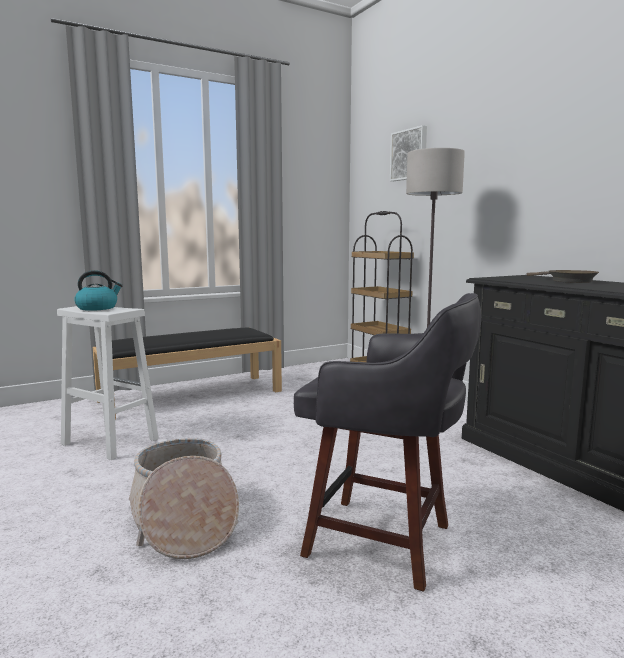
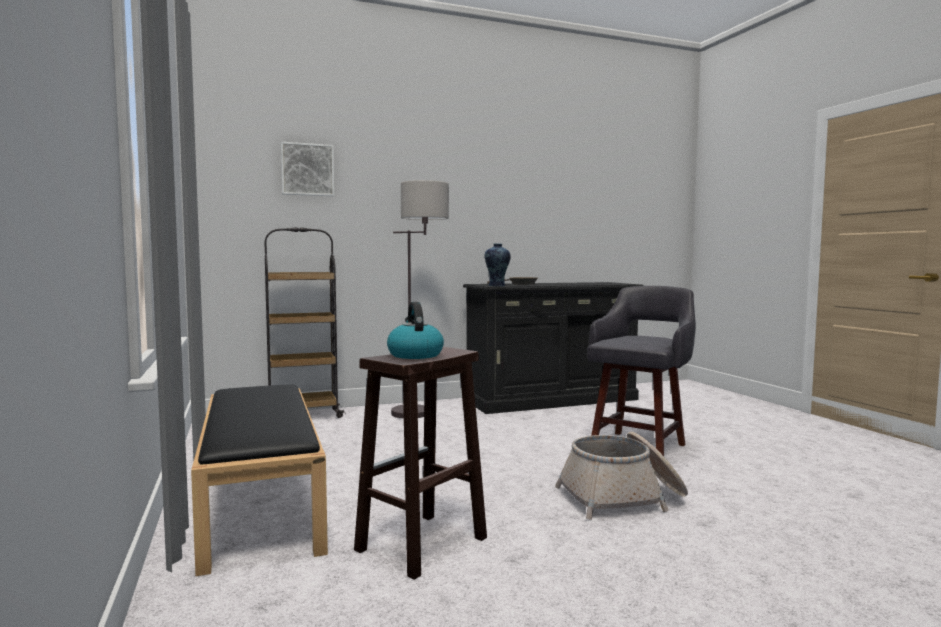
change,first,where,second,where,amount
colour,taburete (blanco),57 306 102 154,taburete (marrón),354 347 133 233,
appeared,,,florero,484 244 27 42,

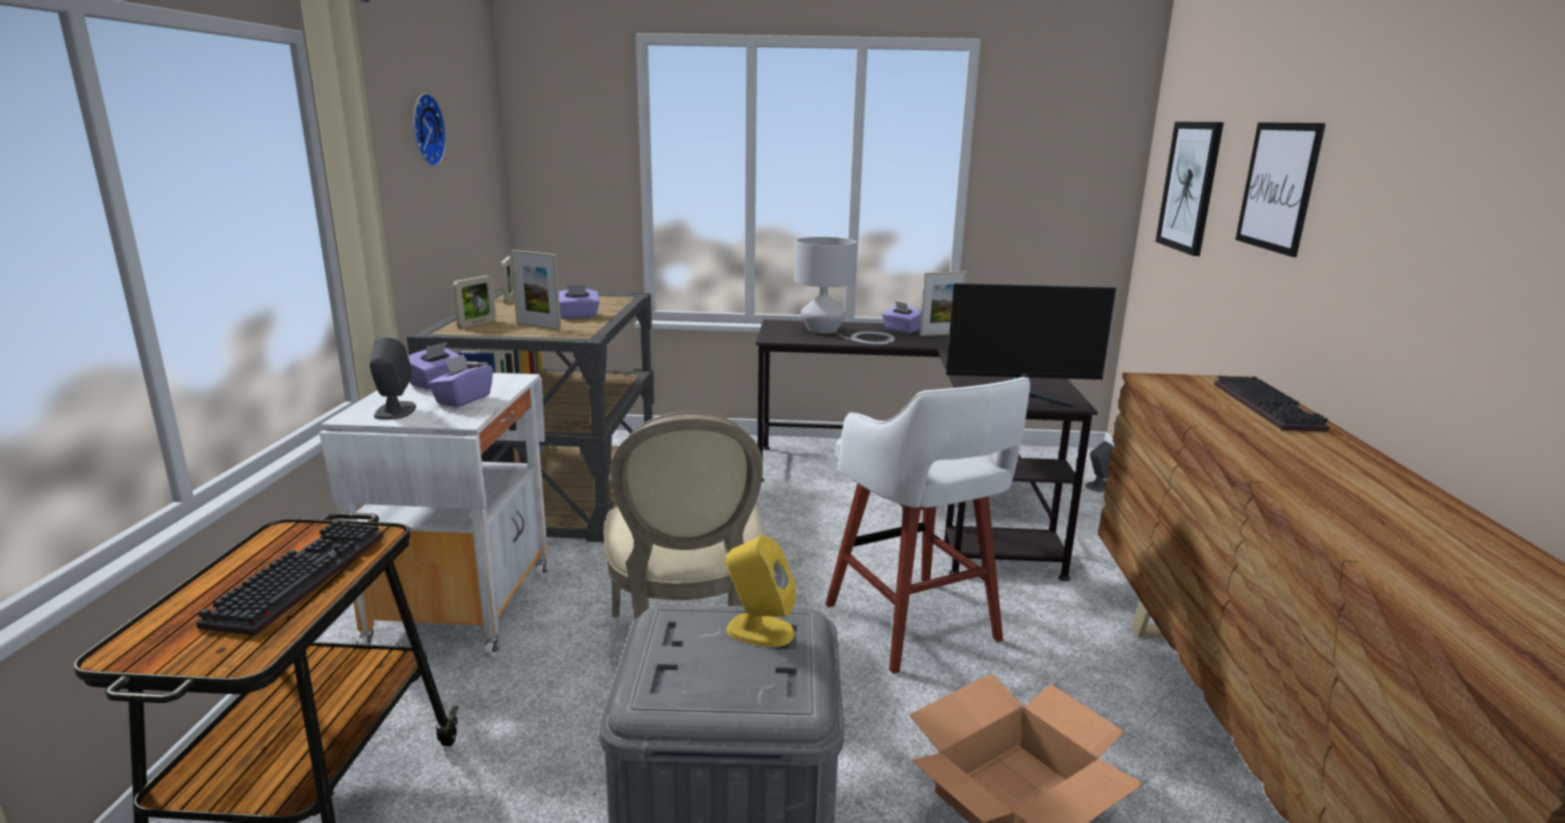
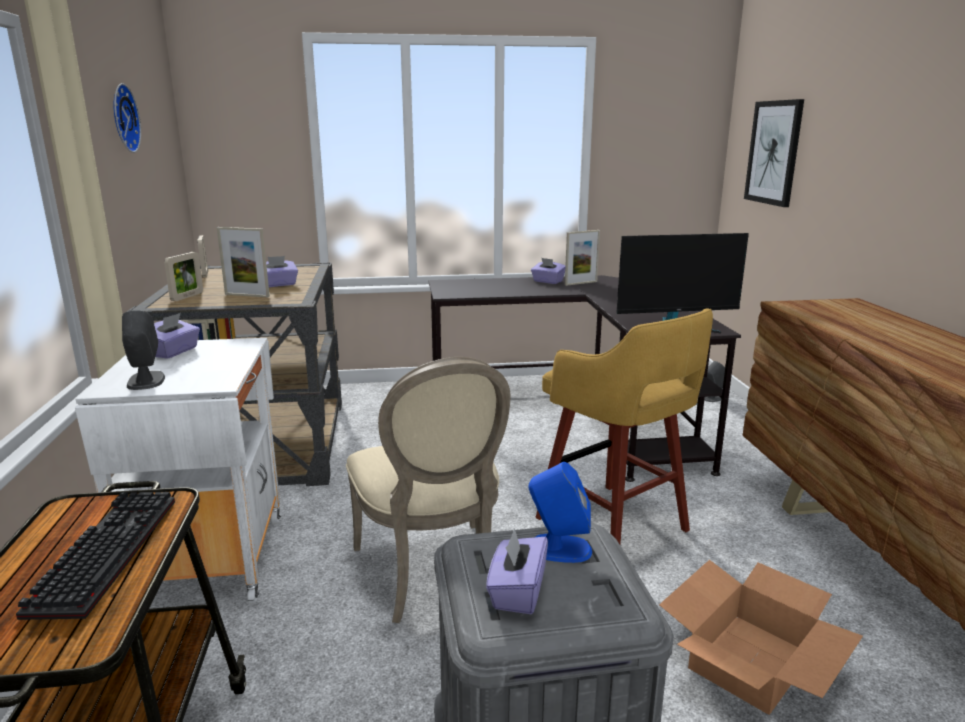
change,first,where,second,where,amount
relocated,caja de pañuelos (morado),428 354 65 53,,486 528 62 86,
colour,altavoz (amarillo),725 535 71 112,altavoz (azul),529 462 63 101,
missing,lámpara de mesa (gris),794 237 101 108,,,
colour,taburete (blanco),826 377 204 297,taburete (amarillo),536 308 177 236,
missing,teclado,1214 376 116 56,,,
missing,cuadro,1235 122 91 135,,,

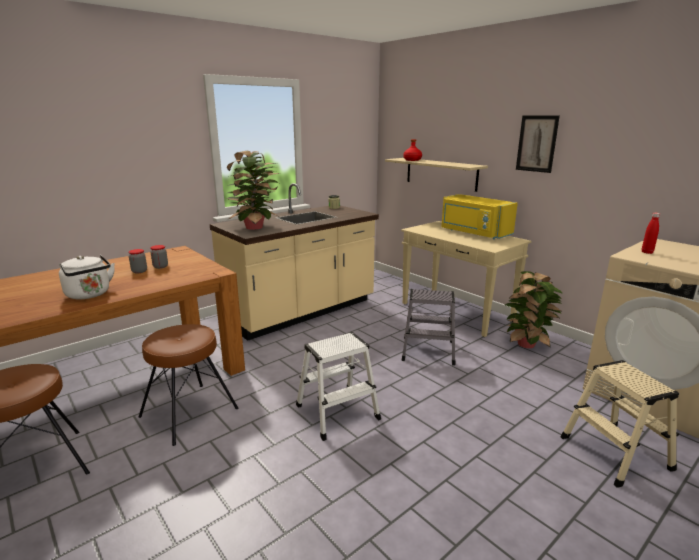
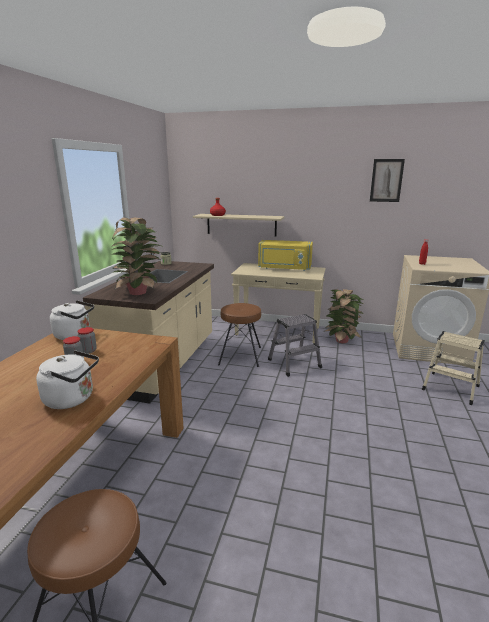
change,first,where,second,where,amount
relocated,taburete (marrón),139 324 99 122,,218 303 43 64,
missing,escalera de tijera (blanco),296 332 85 109,,,
relocated,cuadro,516 115 44 58,,370 159 35 43,
appeared,,,hervidor (blanco),50 300 44 40,

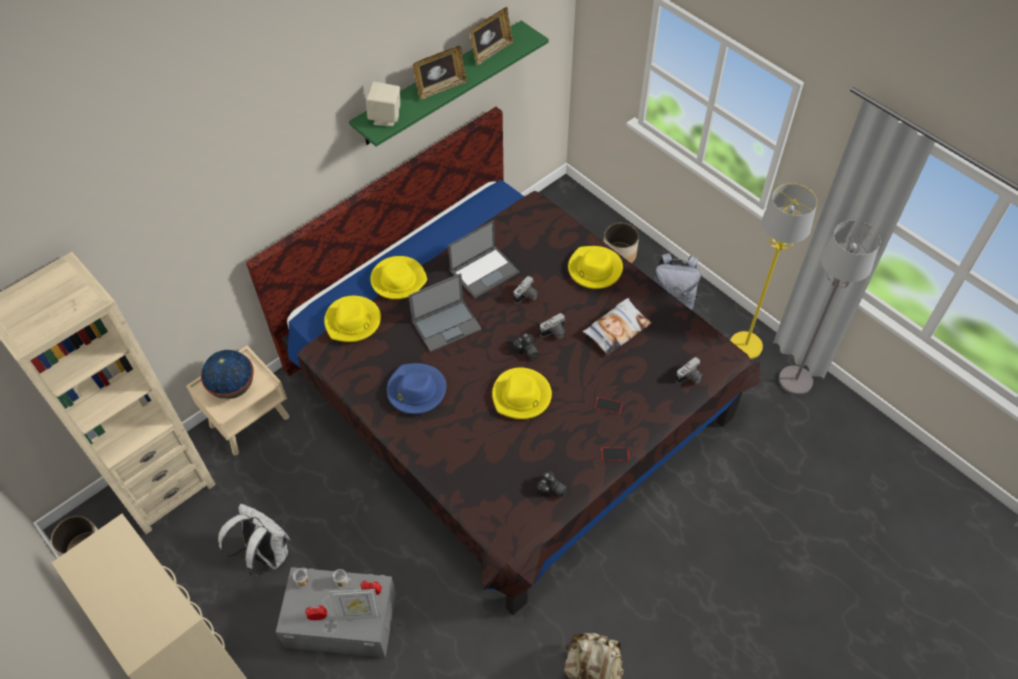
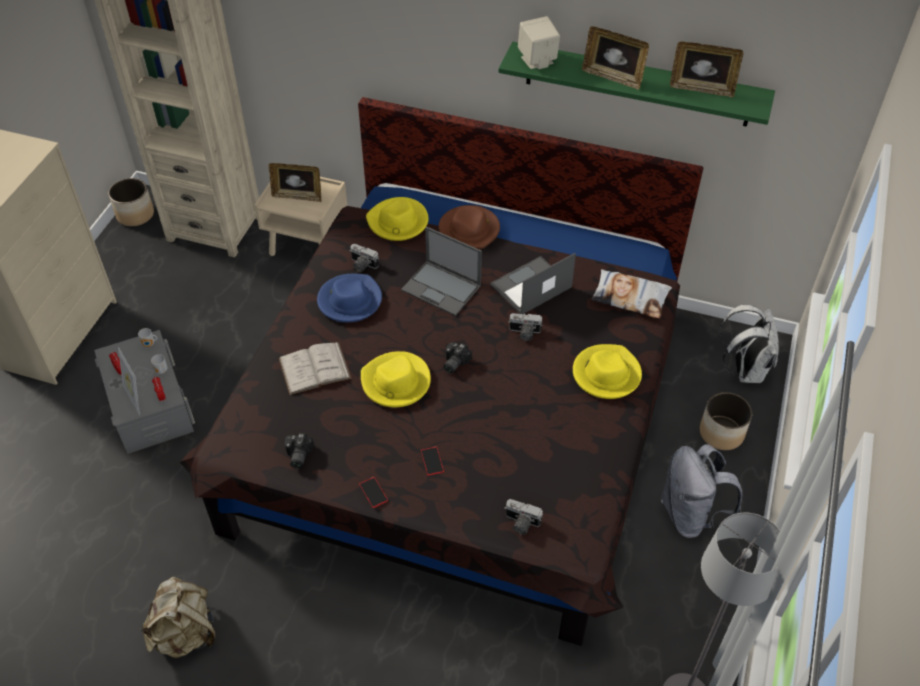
change,first,where,second,where,amount
exchanged,globo terráqueo,201 350 53 49,portarretratos,269 163 52 39,
relocated,mochila (blanco),218 504 73 72,,719 304 60 79,
colour,sombrero (amarillo),370 256 57 43,sombrero (marrón),439 205 61 44,
spun,portátil,448 220 71 78,,491 253 85 61,120 degrees clockwise
relocated,cámara,540 313 26 26,,349 244 30 28,
relocated,cojín,583 298 69 57,,591 269 81 49,
missing,lámpara de pie (amarillo),730 183 87 177,,,
appeared,,,libro (blanco),279 342 73 53,

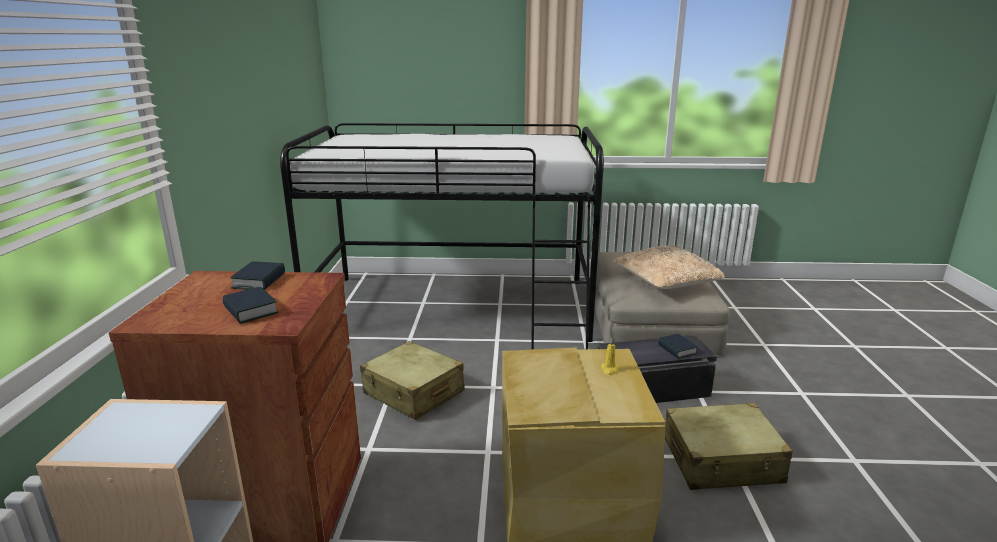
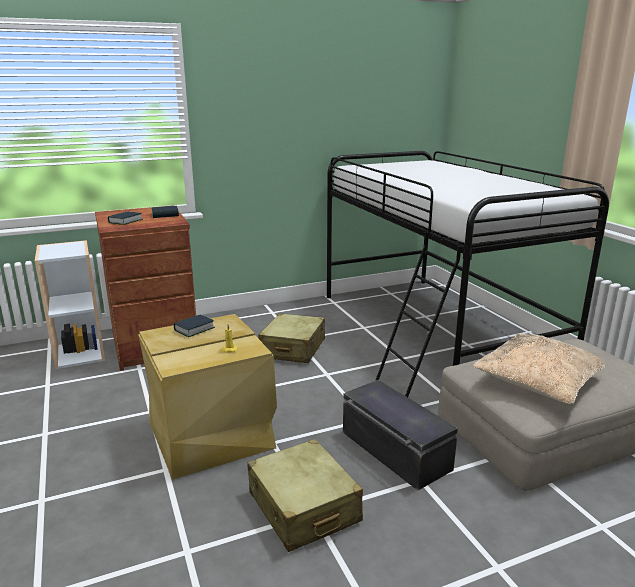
change,first,where,second,where,amount
relocated,libro,658 334 40 25,,174 315 41 22,

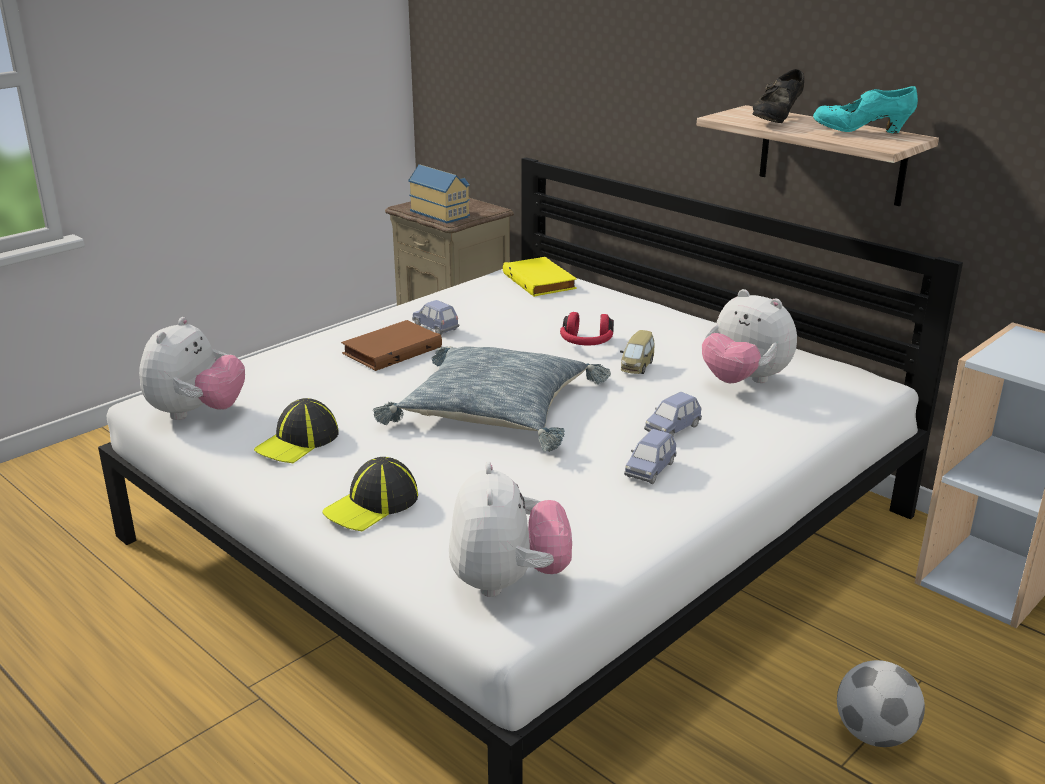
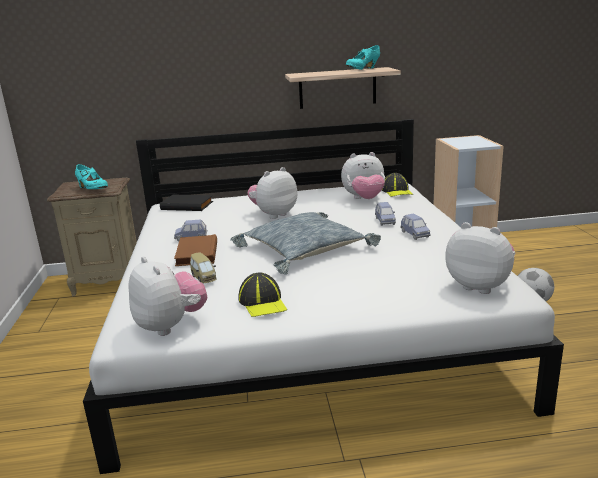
change,first,where,second,where,amount
relocated,gorra,323 457 95 74,,381 173 33 24,
exchanged,casita,408 164 62 59,zapato (turquesa),75 164 33 25,
colour,libro (amarillo),503 257 74 40,libro (negro),160 194 53 17,
exchanged,auriculares (rojo),560 312 54 34,peluche,247 167 51 52,
relocated,coche de juguete,620 330 34 44,,190 252 27 31,
missing,zapato (negro),753 69 51 54,,,

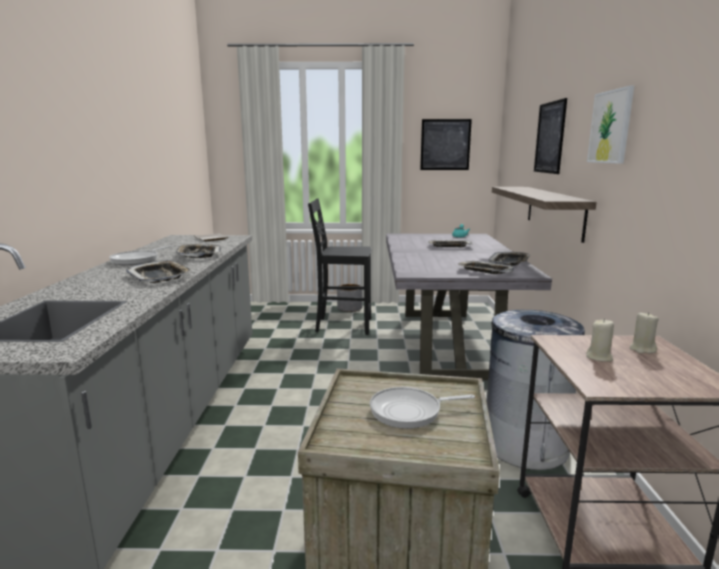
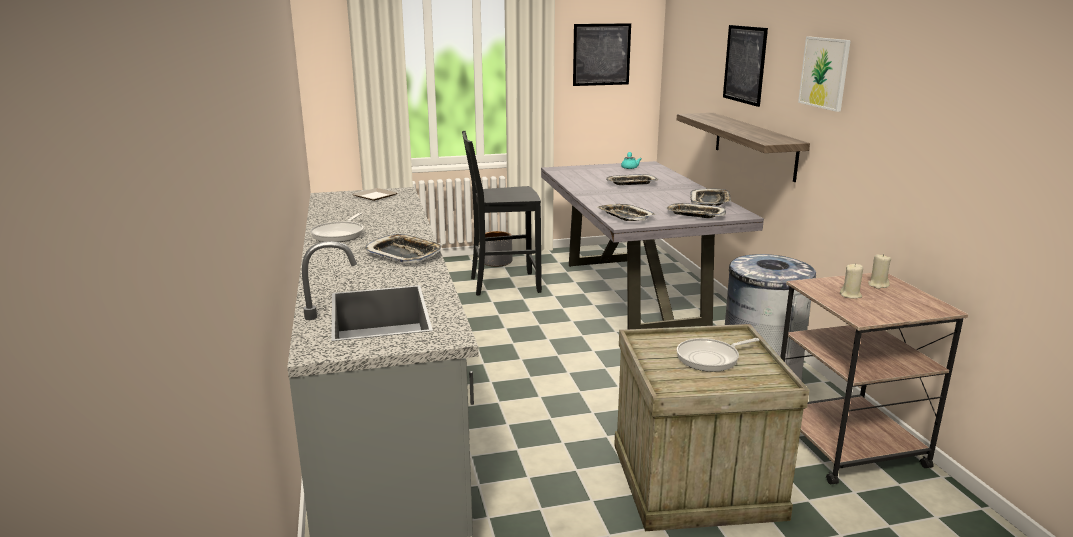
change,first,where,second,where,amount
relocated,bandeja,176 244 45 14,,597 204 58 17,

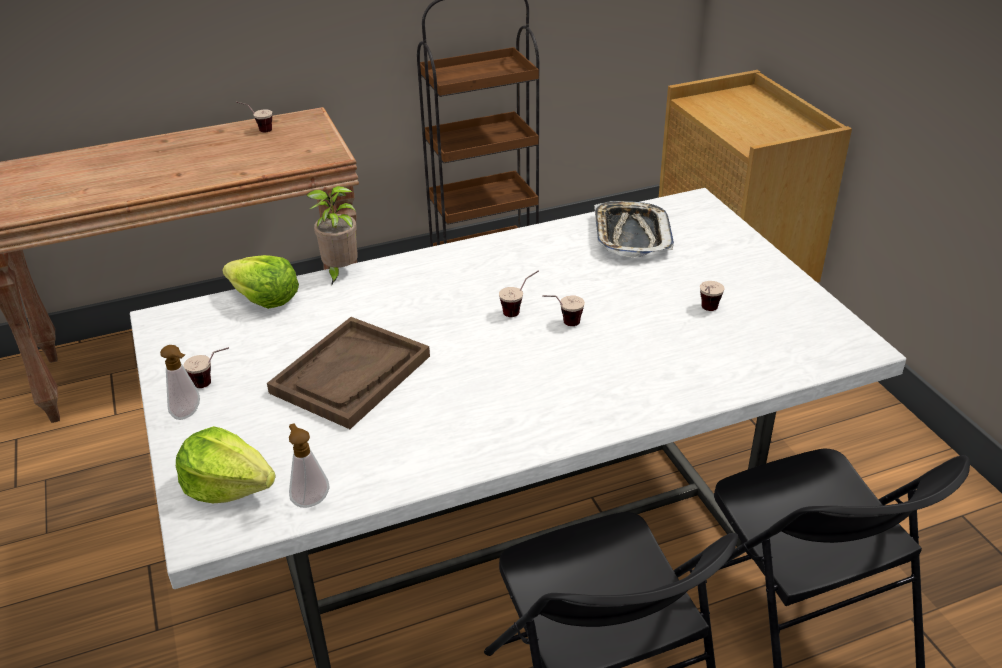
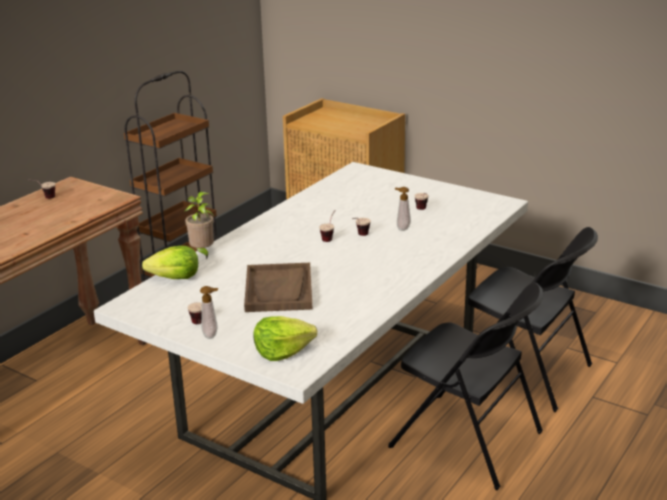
change,first,where,second,where,amount
relocated,dispensador de jabón,289 423 41 85,,395 187 16 44,
missing,bandeja,594 201 80 57,,,

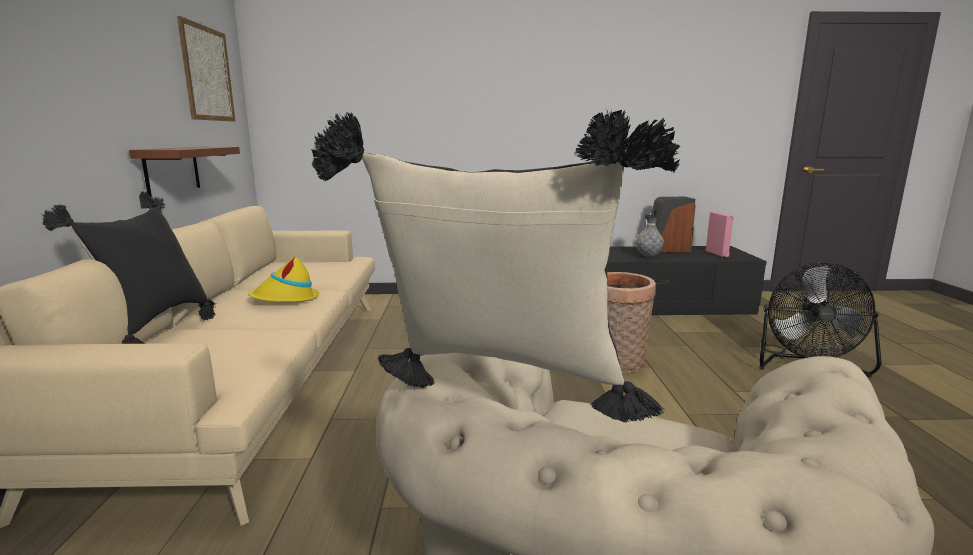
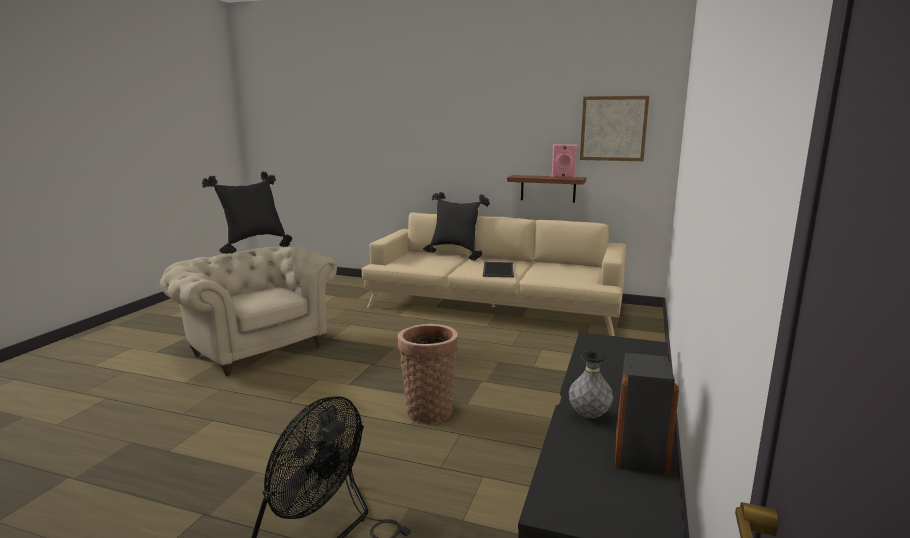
change,first,where,second,where,amount
exchanged,sombrero (amarillo),248 257 72 45,bandeja,483 262 31 15,
relocated,altavoz (rosa),706 212 28 45,,551 144 26 34,

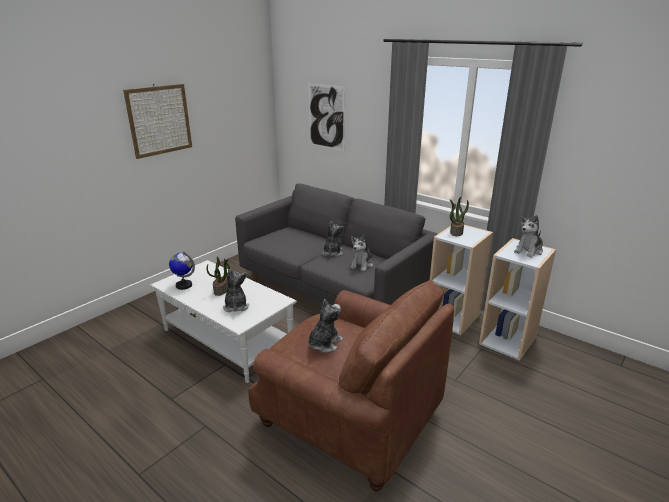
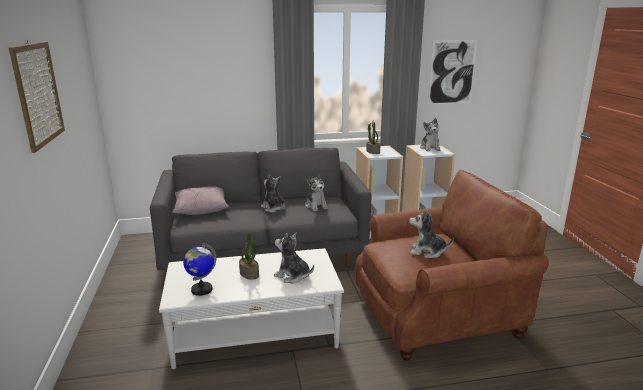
change,first,where,second,where,amount
relocated,cuadro,308 83 37 68,,428 40 49 65,
spun,peluche,308 299 35 54,,409 209 45 49,60 degrees counterclockwise
appeared,,,cojín (morado),172 186 57 29,

